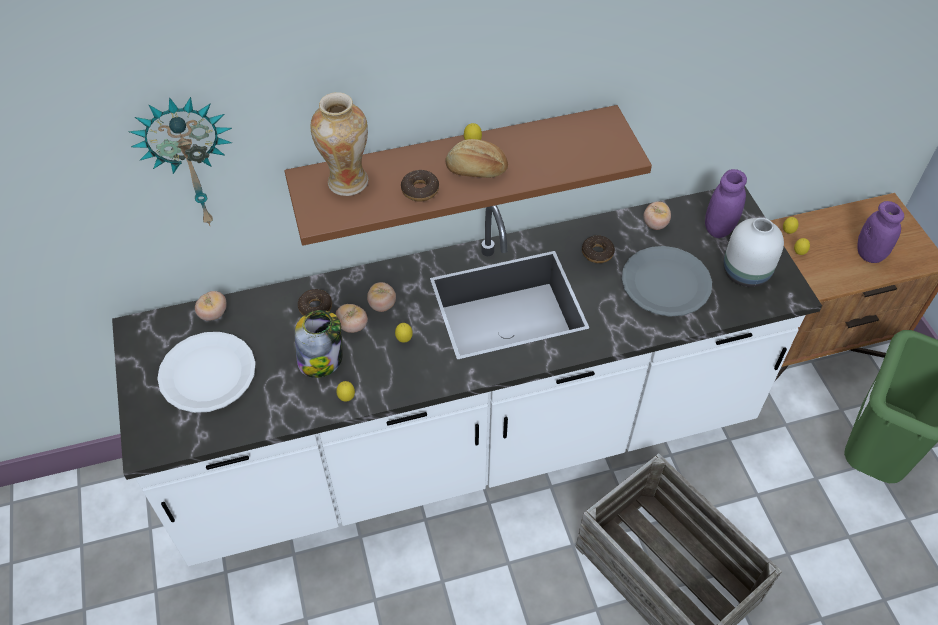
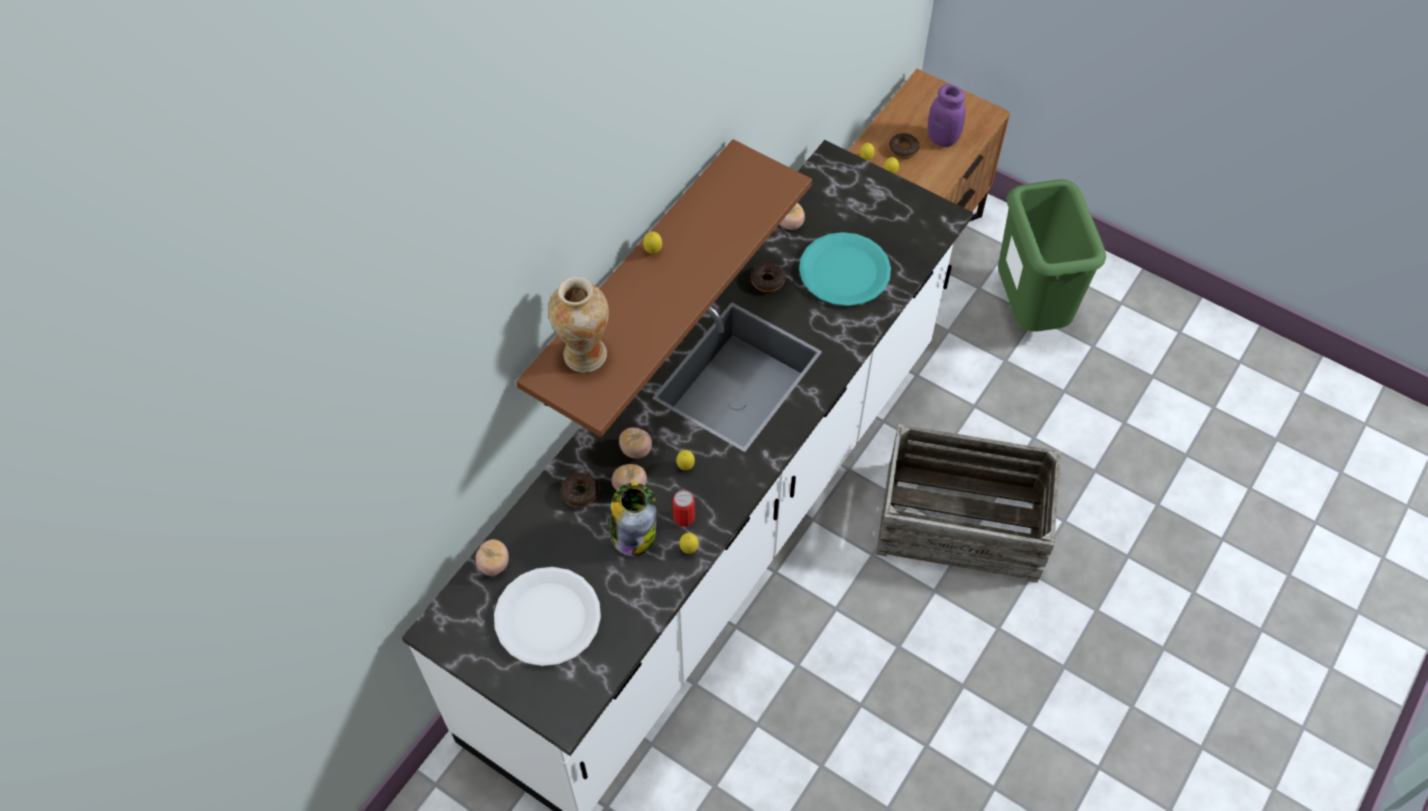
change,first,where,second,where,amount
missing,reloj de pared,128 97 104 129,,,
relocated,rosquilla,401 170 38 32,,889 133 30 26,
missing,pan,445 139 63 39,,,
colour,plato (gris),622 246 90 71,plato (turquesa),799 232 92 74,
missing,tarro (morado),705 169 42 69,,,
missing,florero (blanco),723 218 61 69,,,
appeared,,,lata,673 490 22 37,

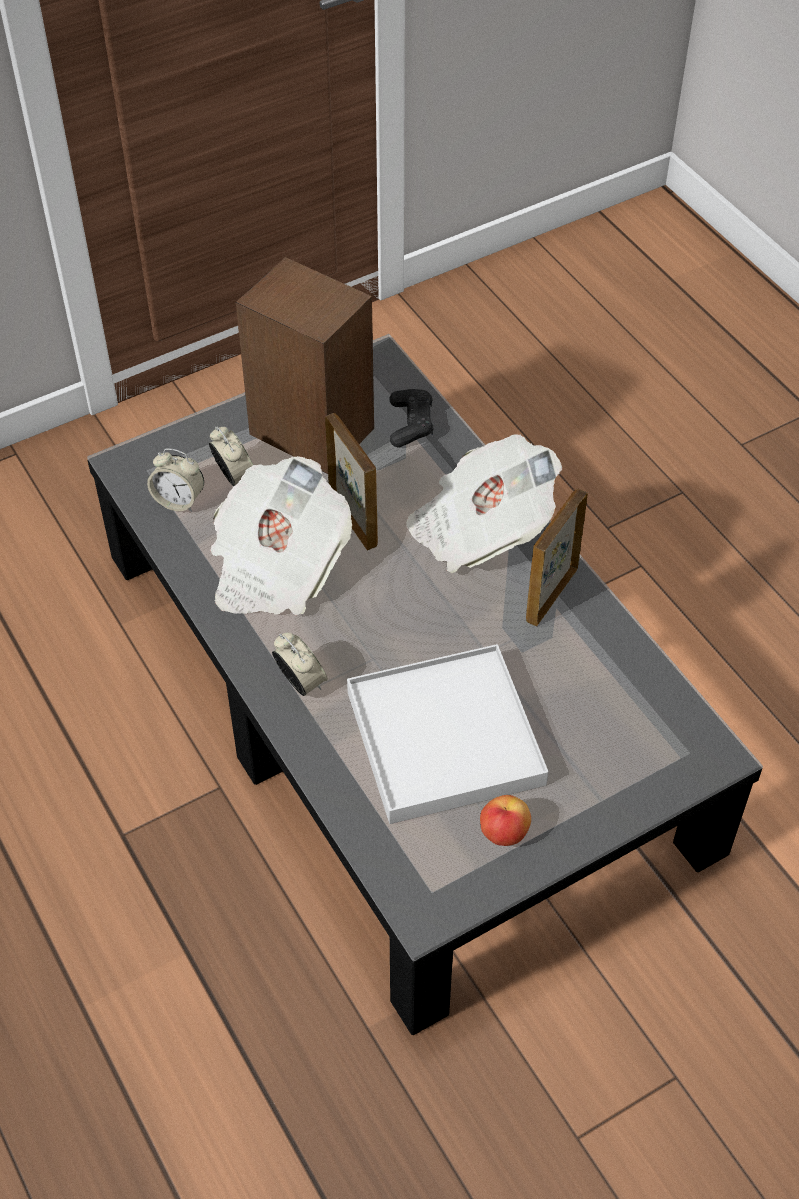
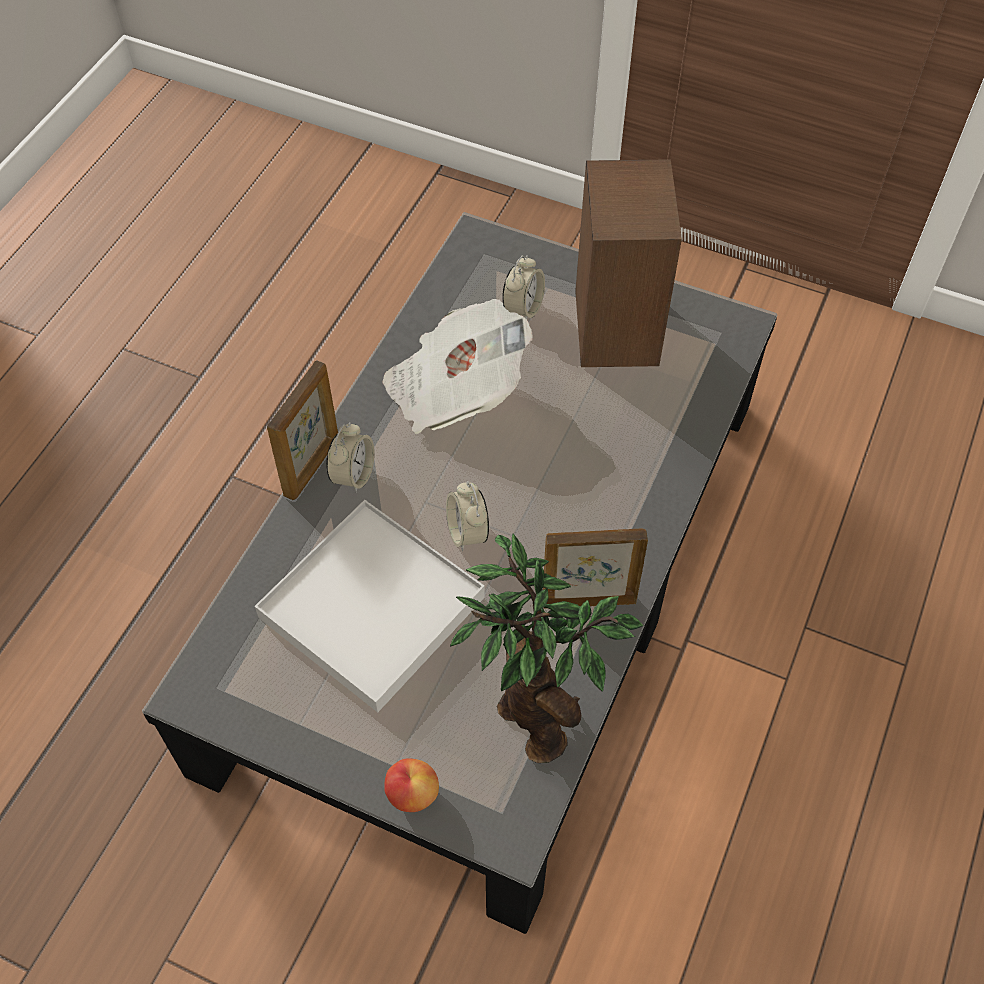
change,first,where,second,where,amount
relocated,despertador,147 449 57 63,,446 481 43 70,
relocated,portarretratos,325 413 53 137,,267 360 71 140,
missing,mando de consola (negro),389 389 44 58,,,
missing,periódico,406 434 156 139,,,
relocated,manzana,480 795 51 51,,384 758 55 54,
appeared,,,planta en maceta,450 534 193 229,

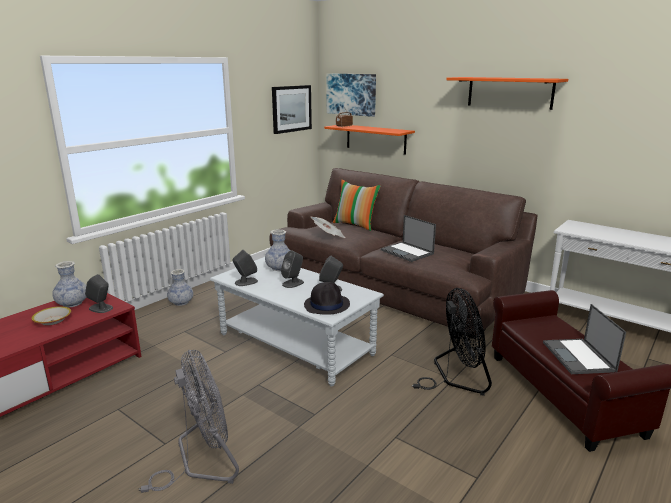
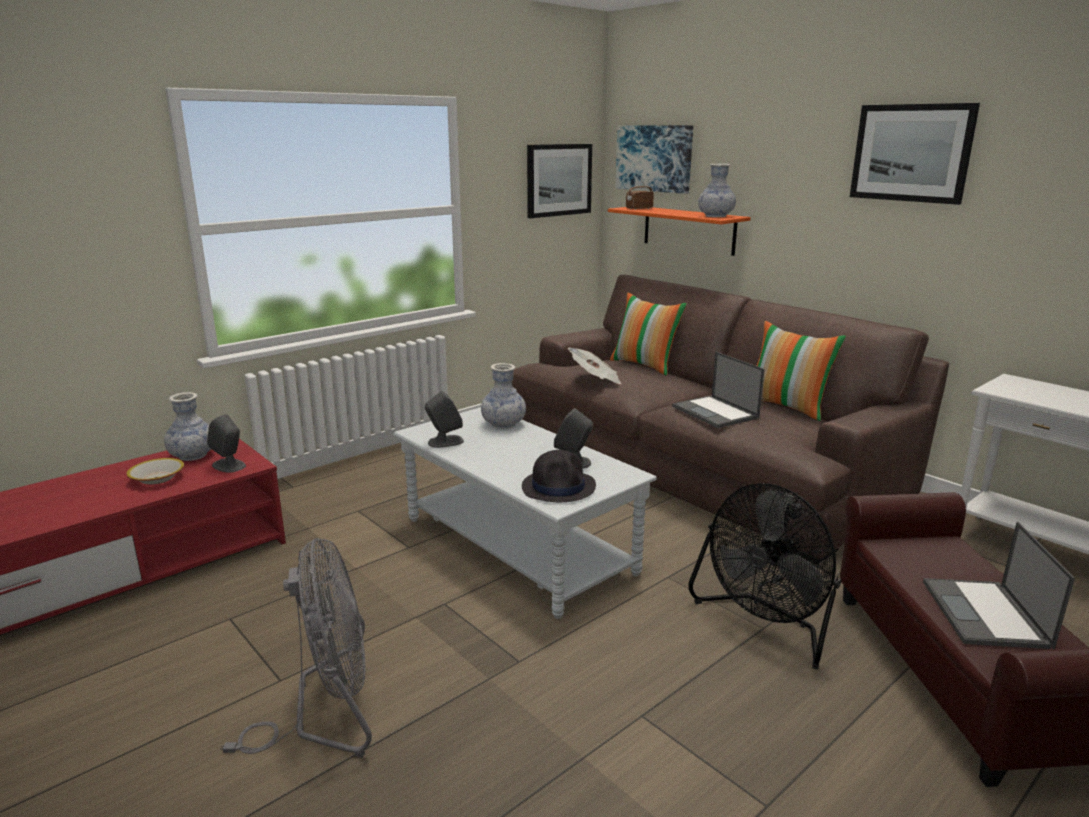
change,first,where,second,where,amount
relocated,florero,167 269 26 37,,698 164 38 53,
missing,altavoz (gris),281 251 23 37,,,
spun,ventilador (negro),412 288 80 108,,689 483 153 186,135 degrees clockwise
exchanged,estante (naranja),446 77 122 33,cuadro,850 103 130 102,
appeared,,,cojín,757 321 89 100,

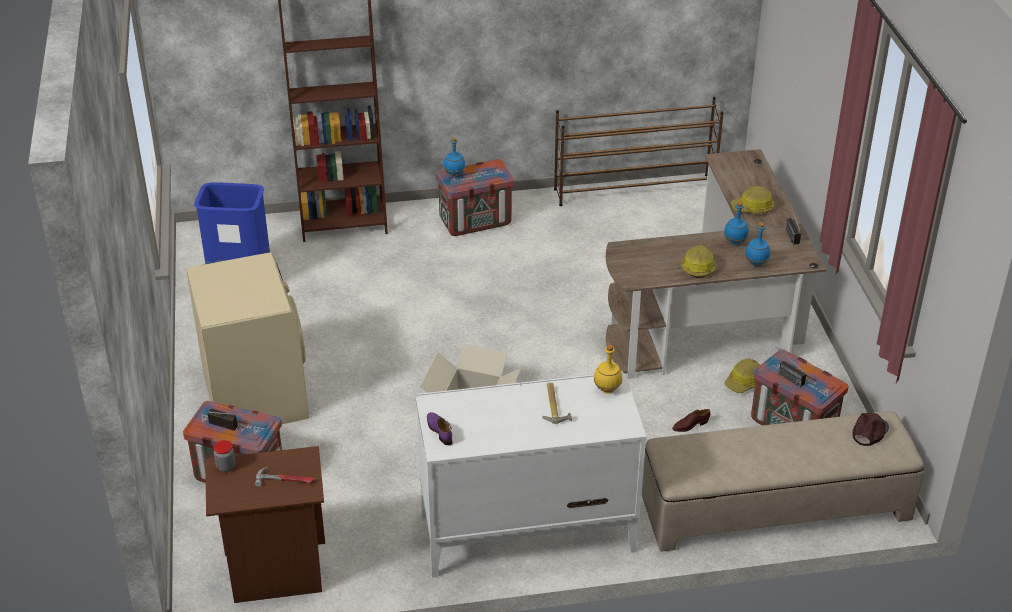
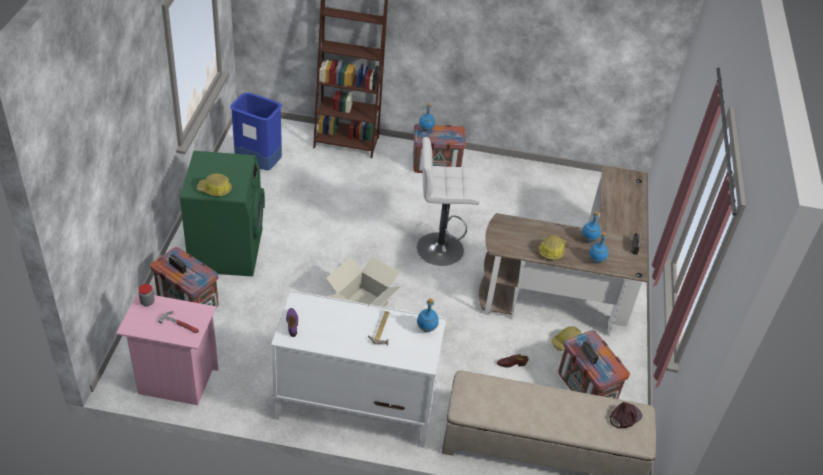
change,first,where,second,where,amount
colour,lavadora (beis),186 252 123 172,lavadora (verde),180 151 85 125,
colour,mesita de noche (marrón),205 446 120 157,mesita de noche (rosa),116 292 102 113,
missing,zapatero (marrón),554 97 170 109,,,
colour,botella (amarillo),594 345 28 48,botella (azul),417 299 22 34,
relocated,casco,731 186 43 27,,197 173 35 23,
appeared,,,taburete (blanco),417 137 63 129,

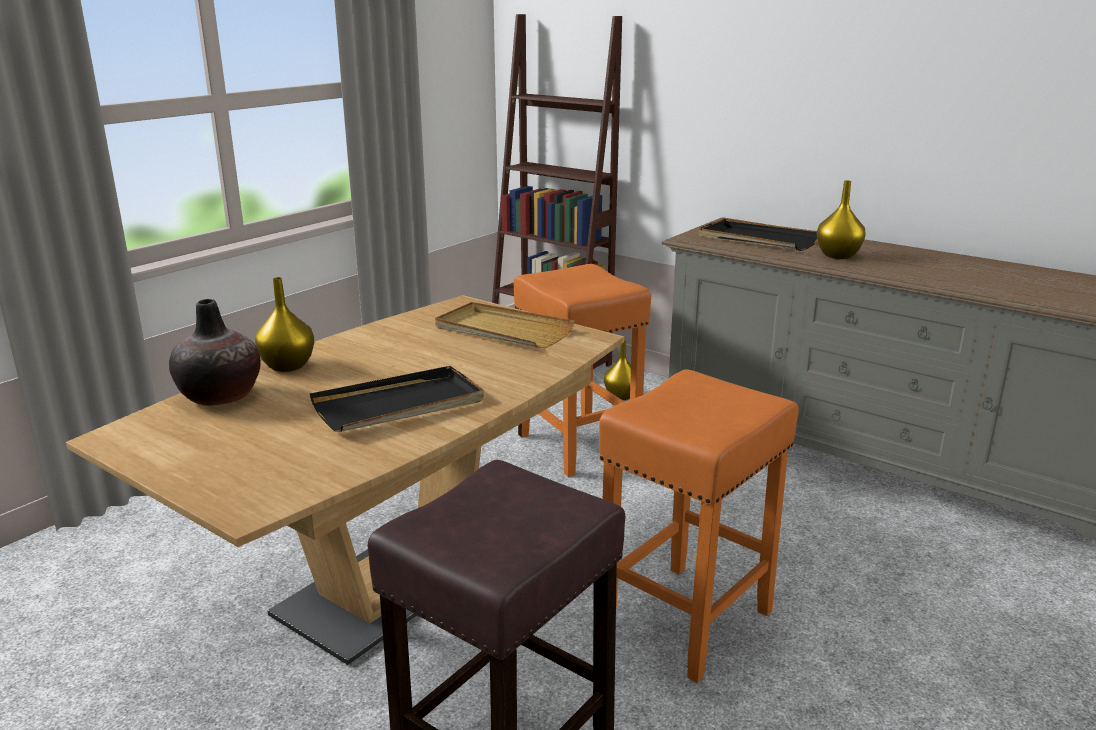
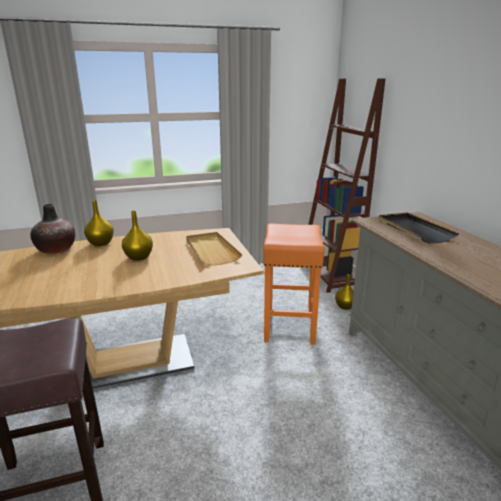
change,first,where,second,where,amount
missing,bandeja (negro),310 366 174 66,,,
missing,taburete (naranja),599 369 200 314,,,
relocated,florero (amarillo),817 180 49 79,,122 211 31 50,

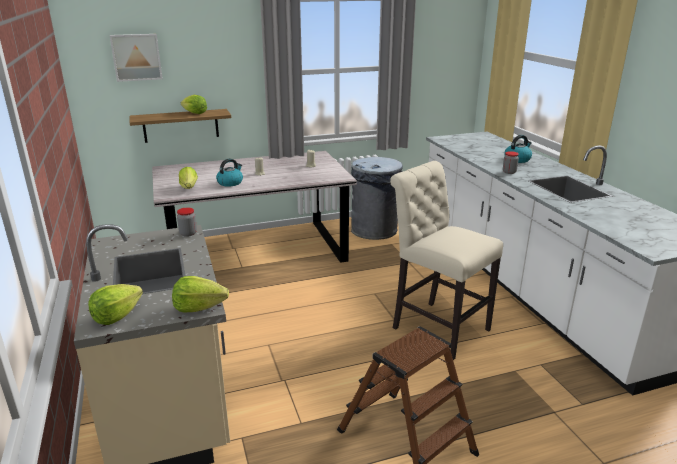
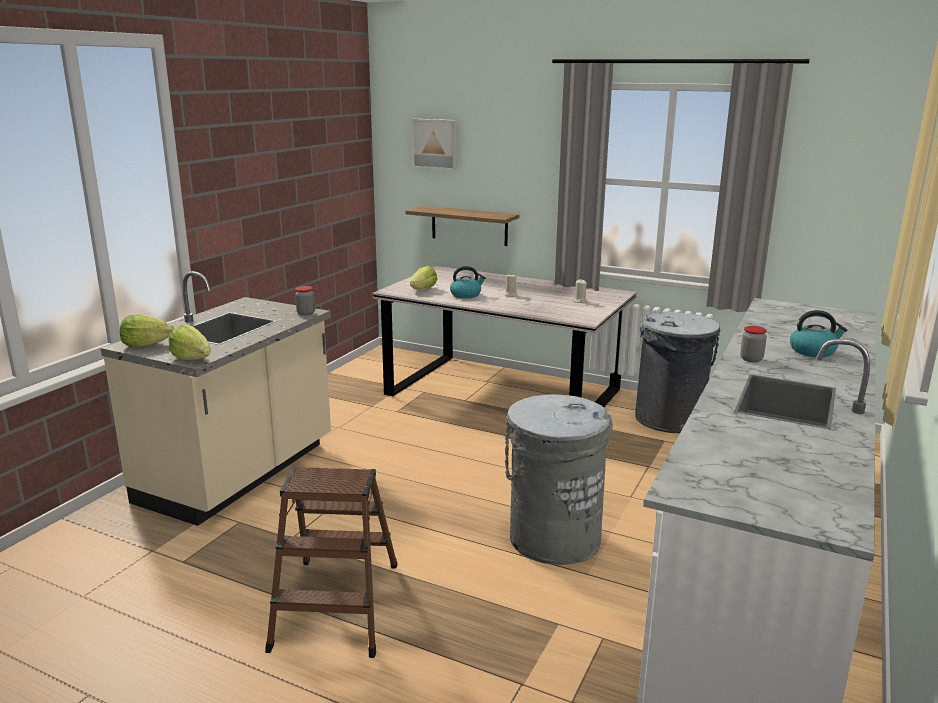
change,first,where,second,where,amount
missing,lechuga,181 95 26 19,,,
exchanged,taburete (beis),390 161 113 199,papelera (gris),505 394 108 171,

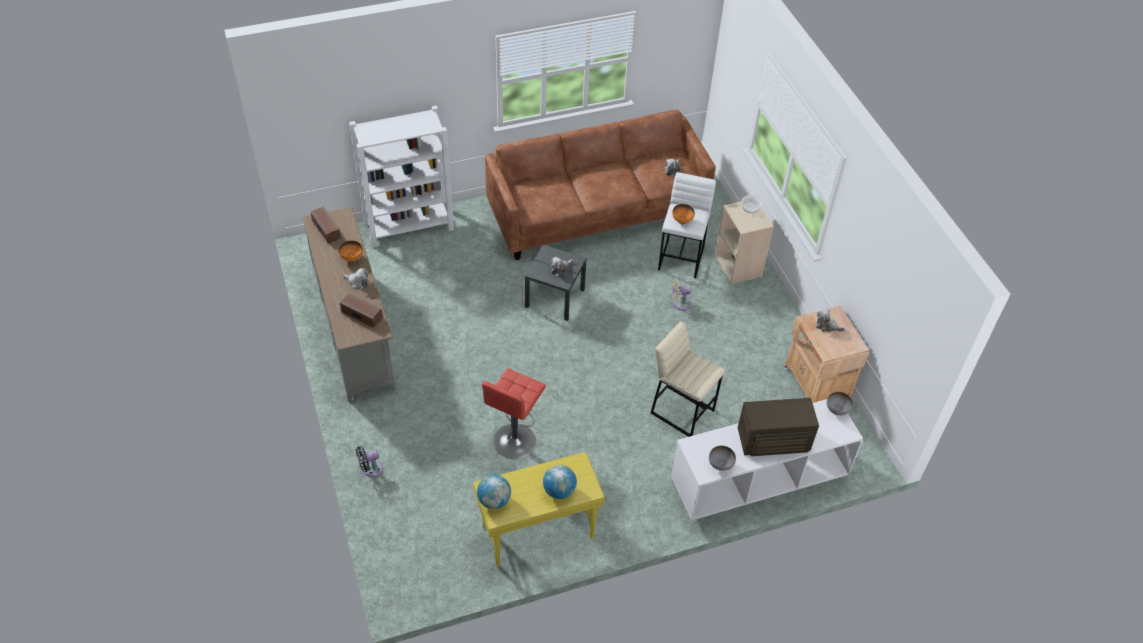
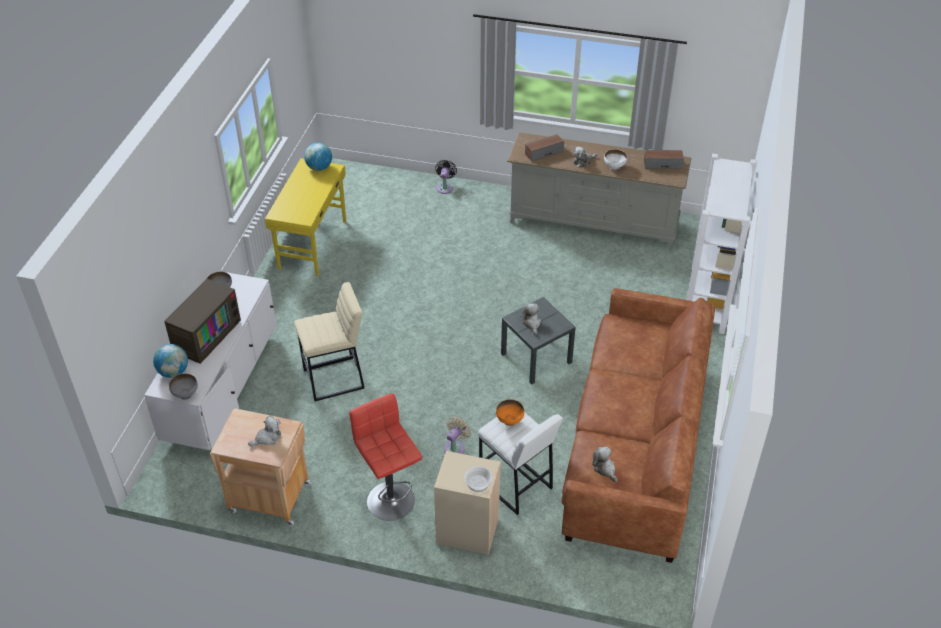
change,first,where,second,where,amount
colour,cuenco (naranja),339 240 24 23,cuenco (blanco),604 149 23 21,
relocated,taburete (rojo),482 368 64 91,,349 393 73 128,
relocated,globo terráqueo,543 465 34 34,,153 344 35 34,

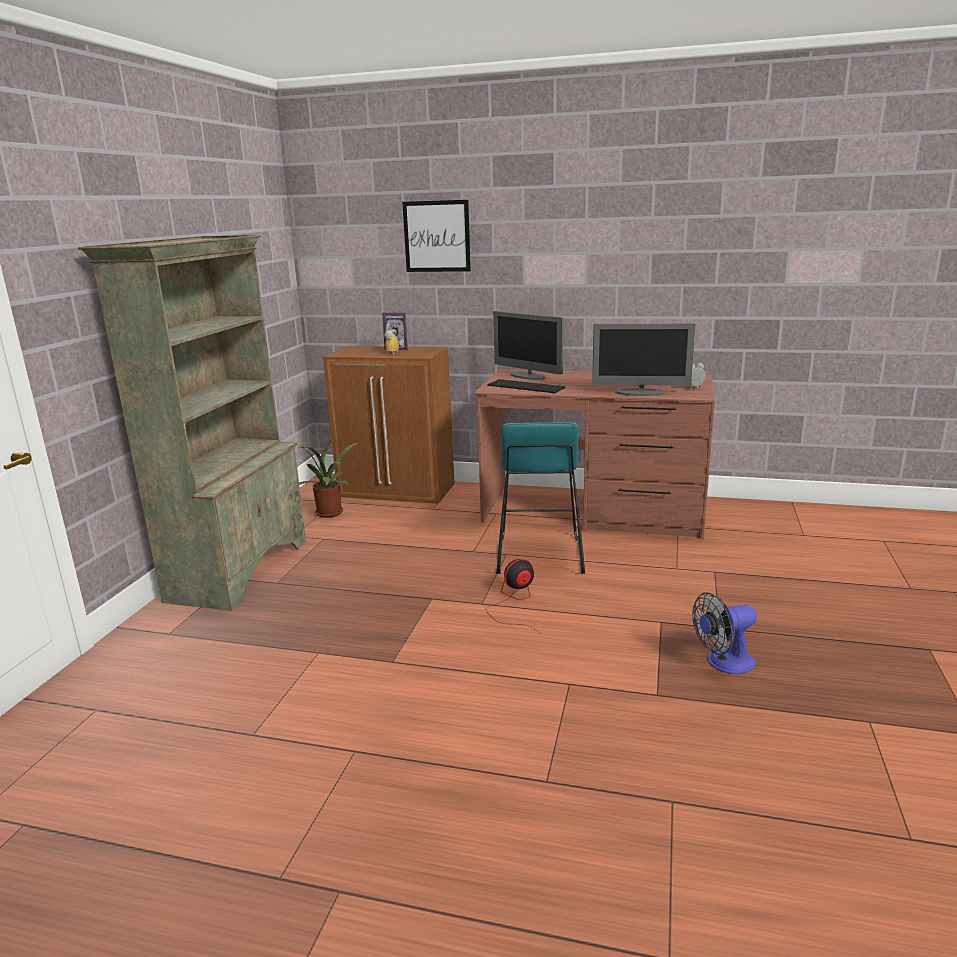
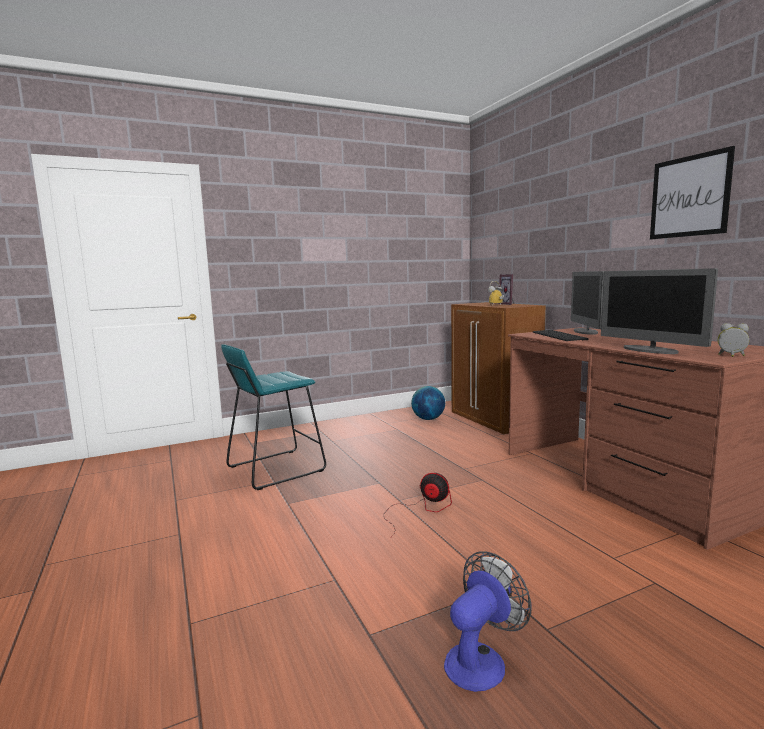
change,first,where,second,where,amount
missing,estantería (verde),77 235 229 376,,,
exchanged,planta en maceta,297 437 62 81,globo terráqueo,411 386 34 34,
relocated,cuadro,402 200 69 72,,650 146 85 93,
relocated,taburete (turquesa),496 422 89 152,,221 344 105 146,
spun,ventilador,692 592 65 82,,444 551 88 141,105 degrees clockwise

